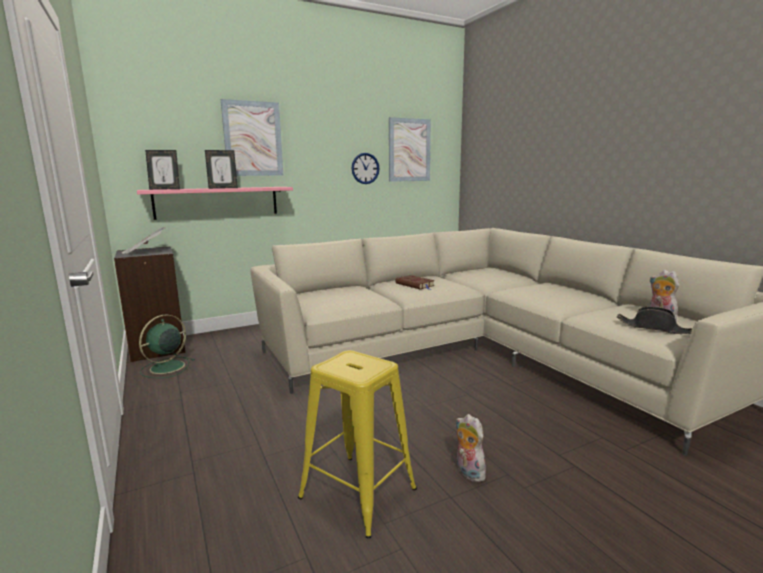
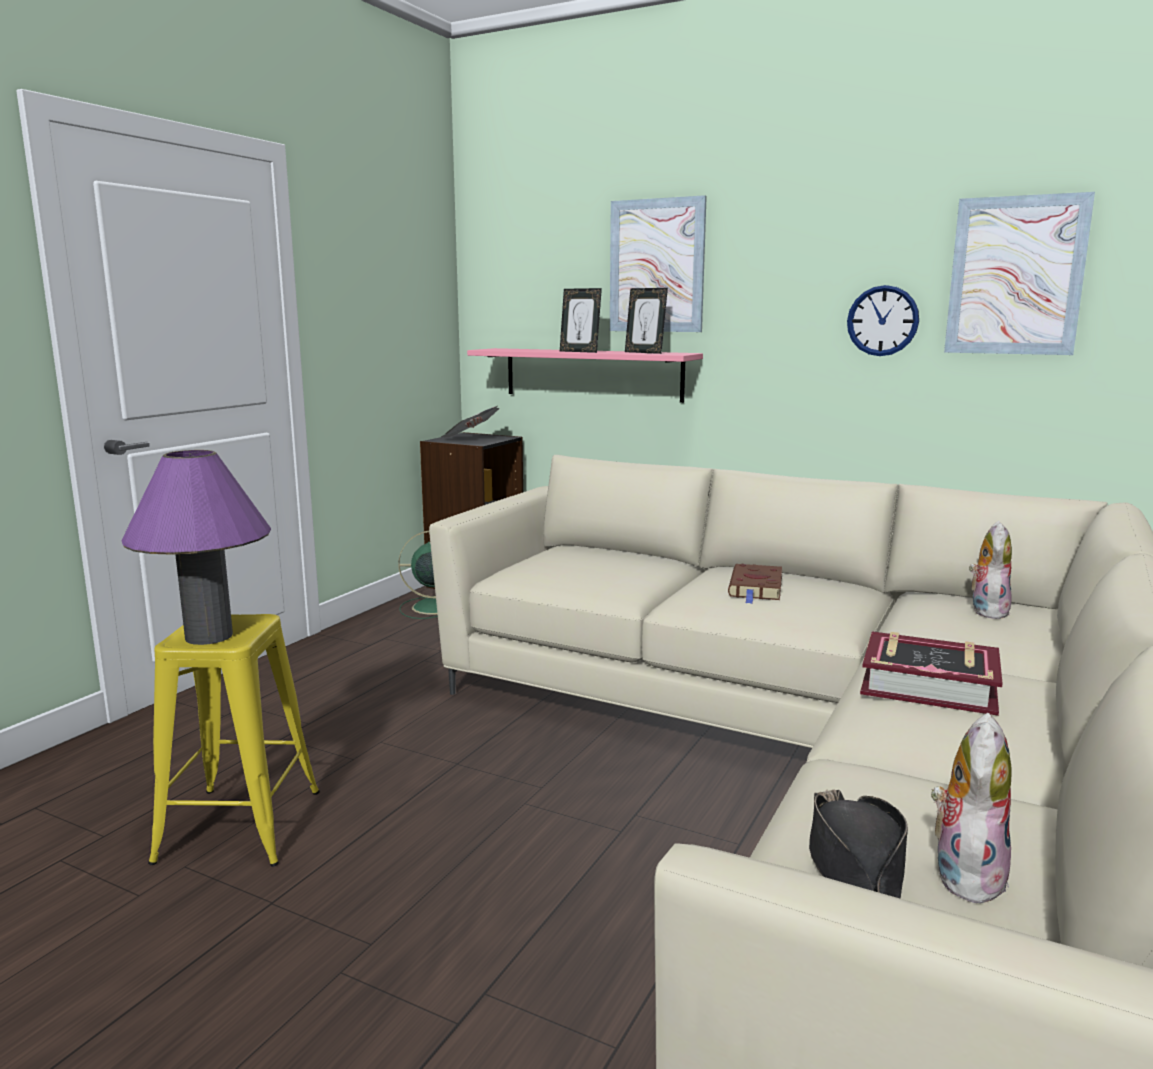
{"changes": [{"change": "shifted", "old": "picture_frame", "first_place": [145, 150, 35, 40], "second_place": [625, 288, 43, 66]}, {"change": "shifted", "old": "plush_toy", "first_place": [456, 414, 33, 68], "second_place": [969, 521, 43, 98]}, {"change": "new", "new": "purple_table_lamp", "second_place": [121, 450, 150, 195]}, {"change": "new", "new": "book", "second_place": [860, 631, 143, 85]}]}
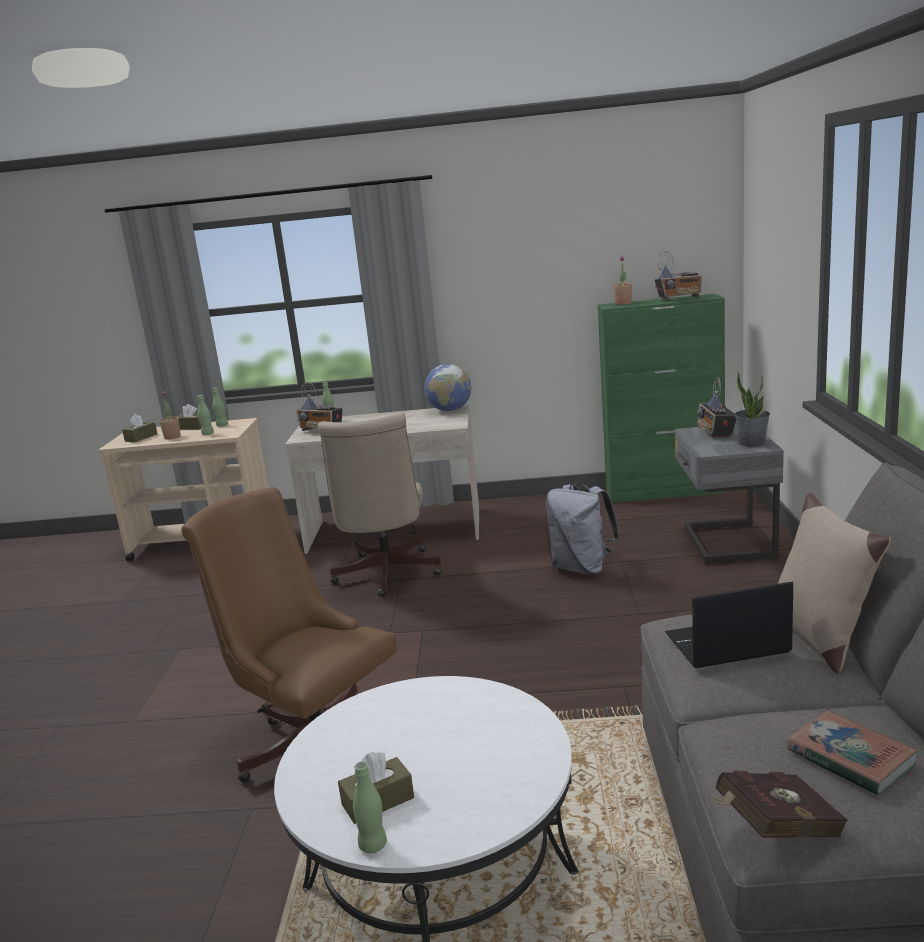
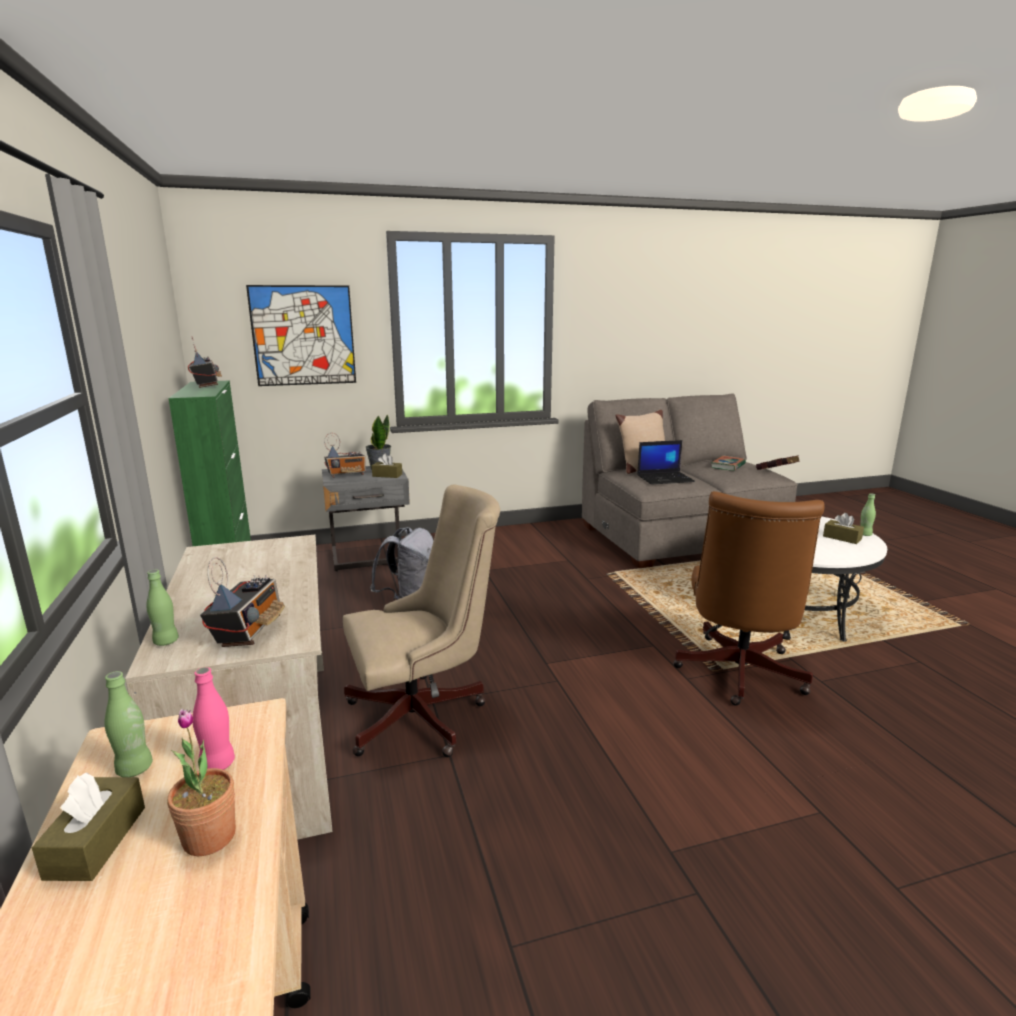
{"changes": [{"change": "gone", "old": "potted_plant", "first_place": [613, 256, 19, 49]}, {"change": "gone", "old": "globe", "first_place": [424, 364, 47, 47]}, {"change": "repainted", "old": "green_bottle", "new": "pink_bottle", "first_place": [198, 395, 16, 40], "second_place": [192, 667, 43, 103]}, {"change": "shifted", "old": "brown_tissue_box", "first_place": [122, 414, 35, 28], "second_place": [372, 453, 30, 25]}, {"change": "rotated", "old": "laptop", "first_place": [665, 581, 128, 87], "second_place": [637, 440, 58, 45], "degrees": -75}, {"change": "new", "new": "picture", "second_place": [246, 285, 110, 101]}]}
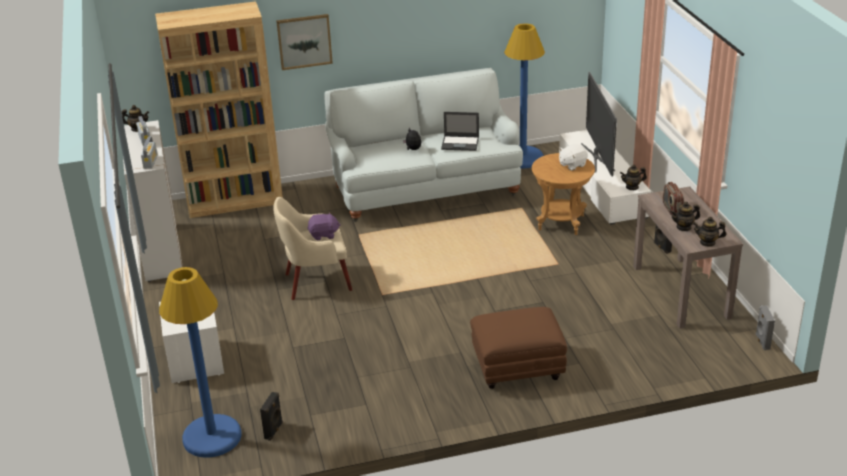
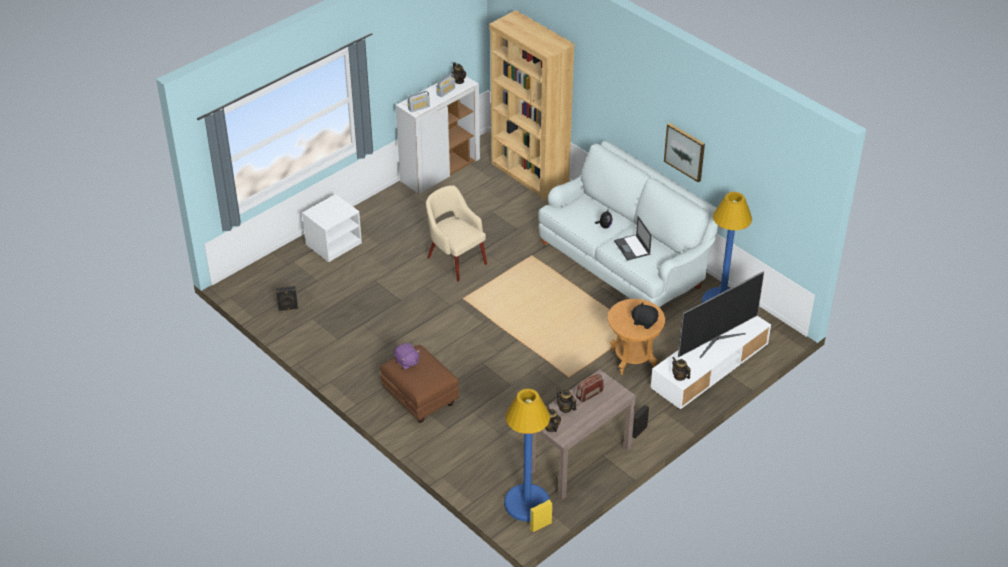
{"changes": [{"change": "shifted", "old": "picture", "first_place": [276, 14, 57, 56], "second_place": [664, 123, 41, 60]}, {"change": "repainted", "old": "white_plush_toy", "new": "black_plush_toy", "first_place": [559, 144, 29, 27], "second_place": [631, 302, 28, 27]}, {"change": "shifted", "old": "purple_plush_toy", "first_place": [307, 212, 34, 28], "second_place": [394, 343, 26, 27]}, {"change": "shifted", "old": "blue_floor_lamp", "first_place": [159, 267, 83, 191], "second_place": [504, 389, 46, 133]}, {"change": "repainted", "old": "grey_speaker", "new": "yellow_speaker", "first_place": [756, 305, 19, 45], "second_place": [530, 499, 22, 33]}]}
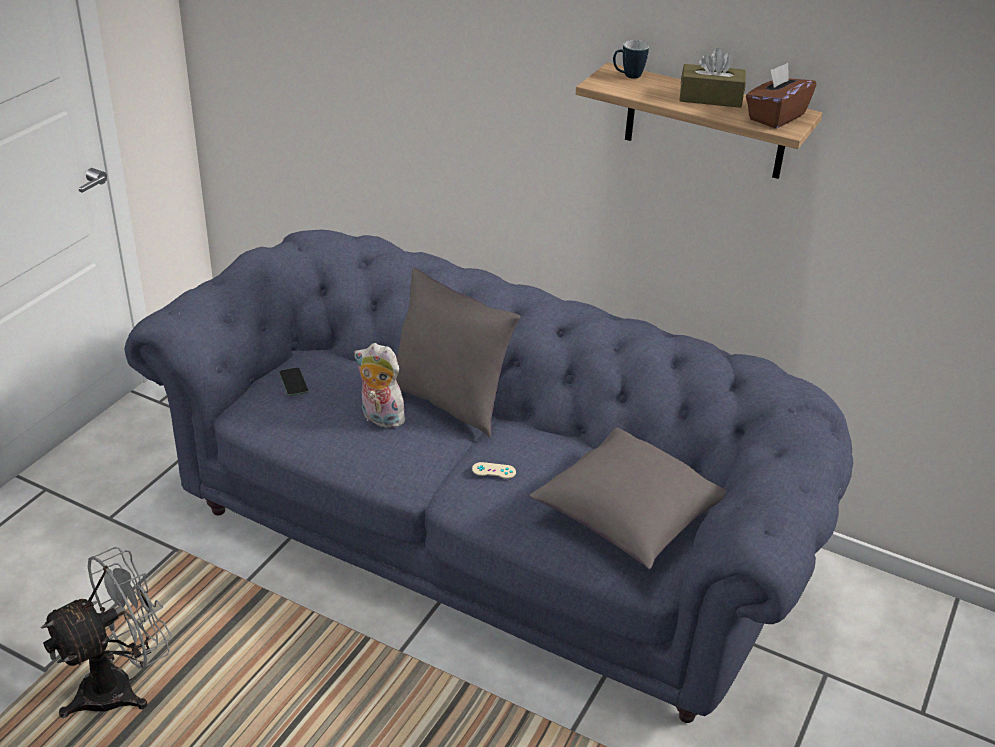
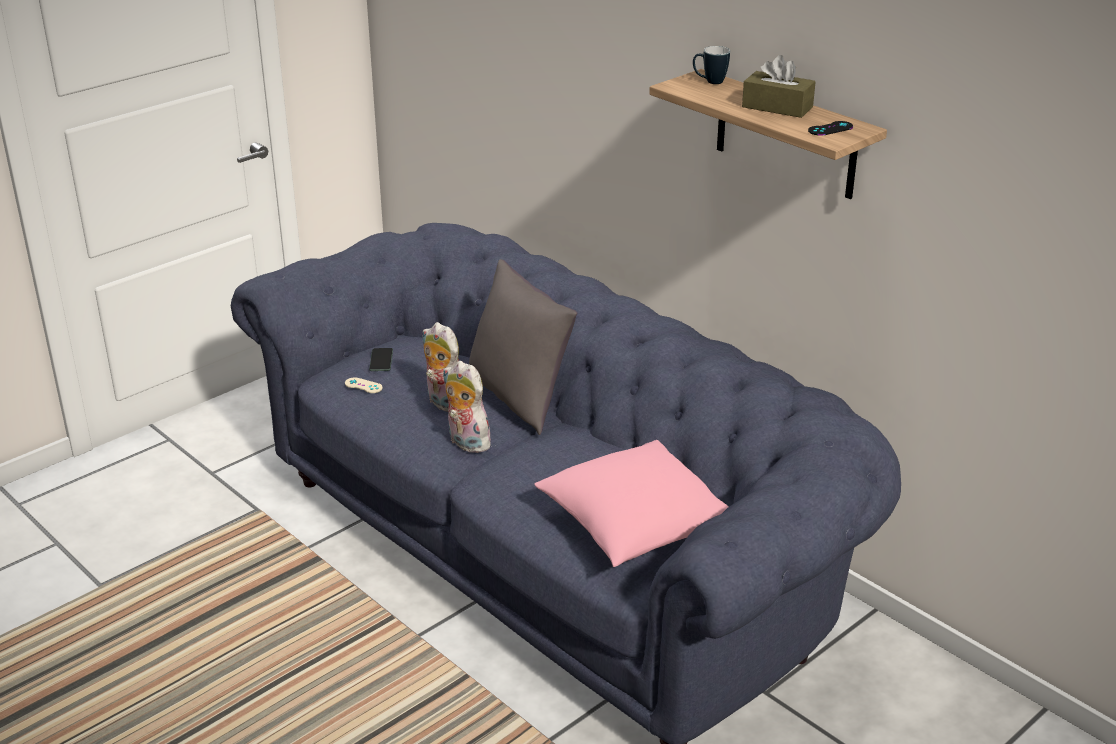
{"changes": [{"change": "swapped", "old": "brown_tissue_box", "new": "black_game_controller", "first_place": [746, 63, 70, 65], "second_place": [808, 121, 45, 15]}, {"change": "repainted", "old": "grey_pillow", "new": "pink_pillow", "first_place": [529, 427, 197, 142], "second_place": [534, 440, 195, 127]}, {"change": "shifted", "old": "beige_game_controller", "first_place": [472, 462, 44, 17], "second_place": [345, 377, 38, 16]}, {"change": "gone", "old": "grey_fan", "first_place": [41, 547, 131, 171]}, {"change": "new", "new": "plush_toy", "second_place": [443, 361, 48, 92]}]}
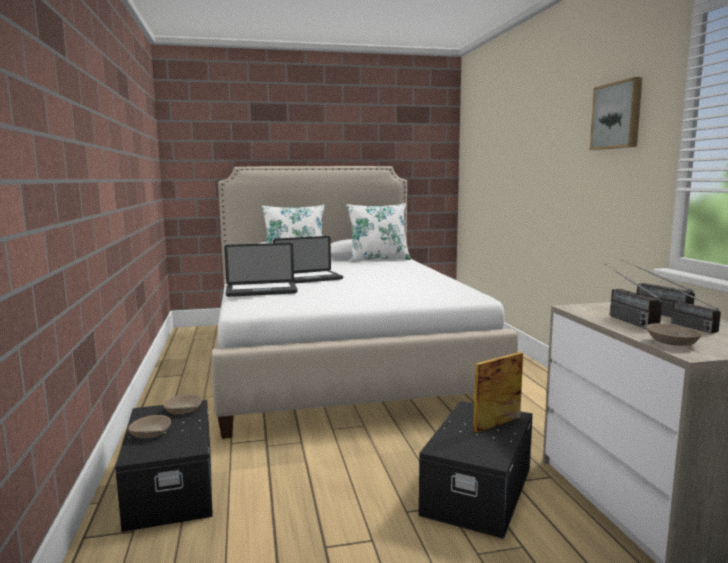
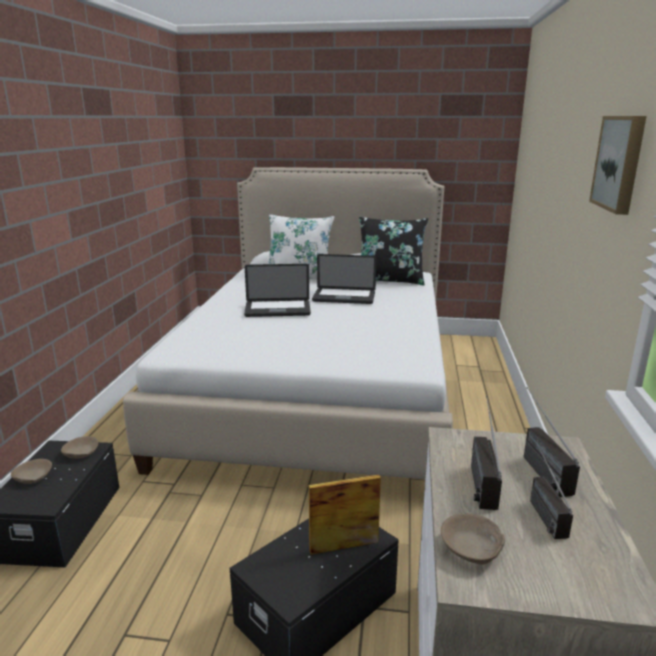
{"changes": [{"change": "repainted", "old": "white_pillow", "new": "black_pillow", "first_place": [346, 203, 65, 59], "second_place": [359, 217, 69, 68]}, {"change": "shifted", "old": "laptop", "first_place": [224, 243, 74, 54], "second_place": [312, 254, 64, 50]}]}
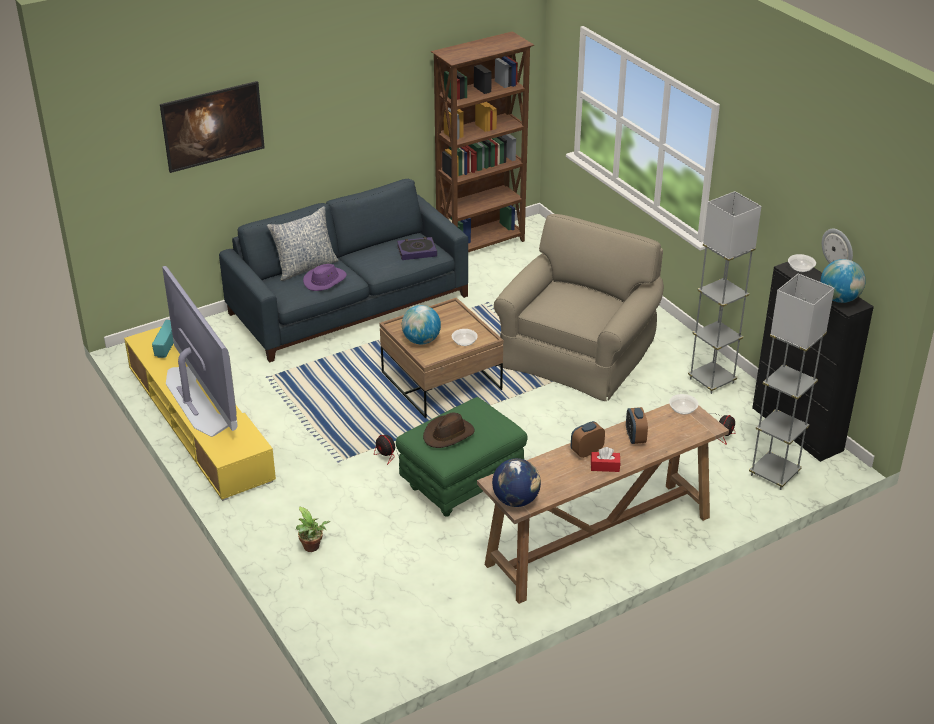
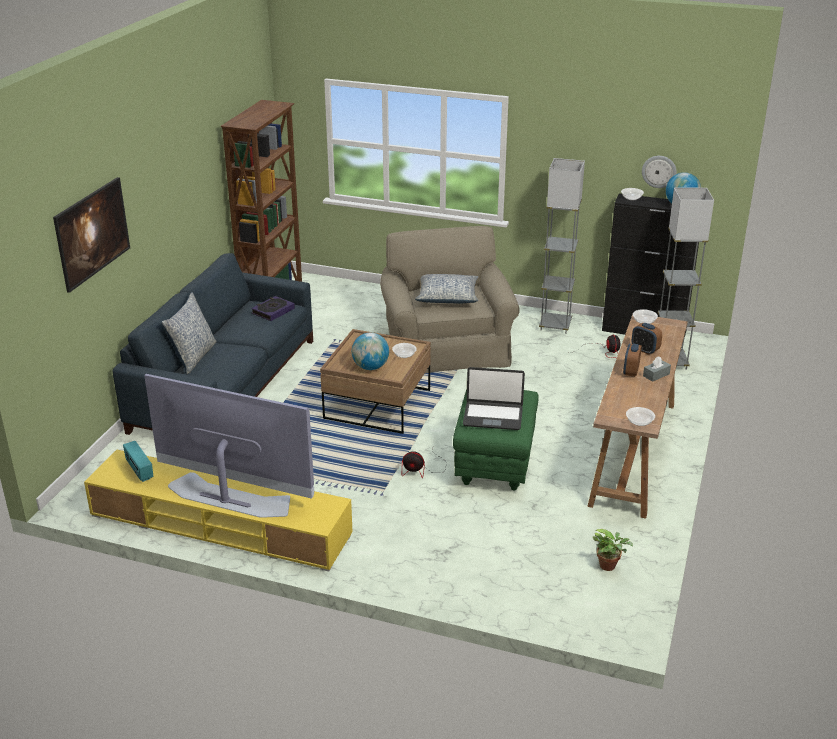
{"changes": [{"change": "gone", "old": "purple_hat", "first_place": [303, 264, 44, 27]}, {"change": "swapped", "old": "brown_hat", "new": "laptop", "first_place": [423, 413, 51, 35], "second_place": [463, 367, 62, 63]}, {"change": "repainted", "old": "red_tissue_box", "new": "grey_tissue_box", "first_place": [591, 447, 29, 25], "second_place": [643, 356, 28, 26]}, {"change": "swapped", "old": "globe", "new": "bowl", "first_place": [492, 458, 49, 49], "second_place": [626, 407, 29, 19]}, {"change": "shifted", "old": "potted_plant", "first_place": [296, 507, 34, 45], "second_place": [593, 529, 40, 42]}, {"change": "new", "new": "pillow", "second_place": [415, 274, 64, 30]}]}
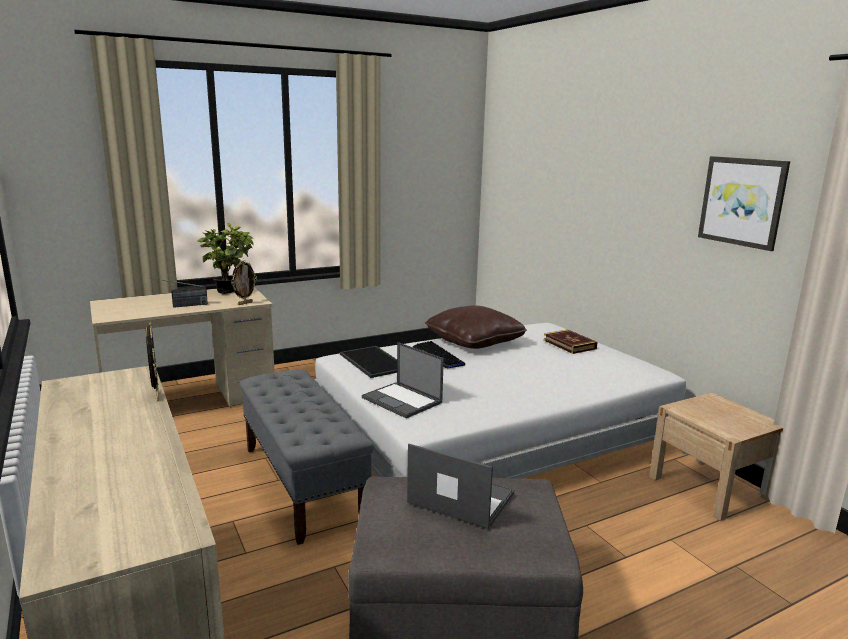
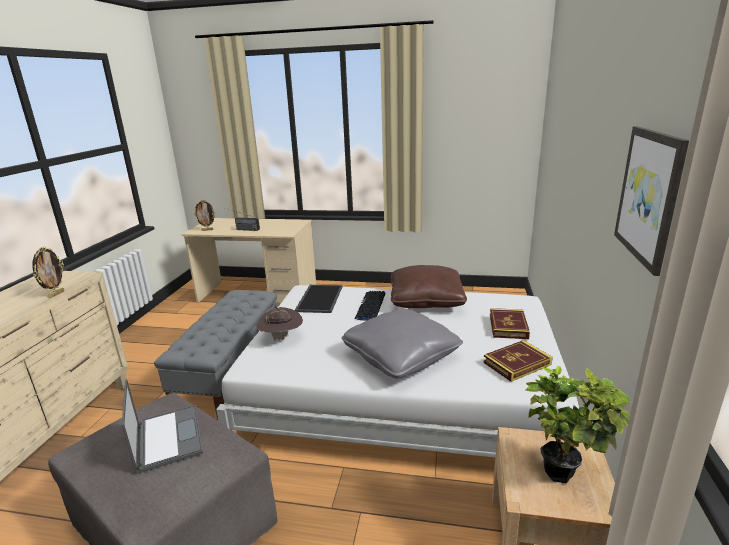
{"changes": [{"change": "shifted", "old": "potted_plant", "first_place": [198, 222, 56, 72], "second_place": [526, 366, 104, 118]}, {"change": "shifted", "old": "picture_frame", "first_place": [231, 260, 26, 45], "second_place": [194, 200, 21, 31]}, {"change": "swapped", "old": "laptop", "new": "brown_hat", "first_place": [362, 342, 82, 76], "second_place": [256, 307, 47, 34]}, {"change": "new", "new": "grey_pillow", "second_place": [342, 308, 121, 70]}, {"change": "new", "new": "book", "second_place": [483, 340, 70, 42]}]}
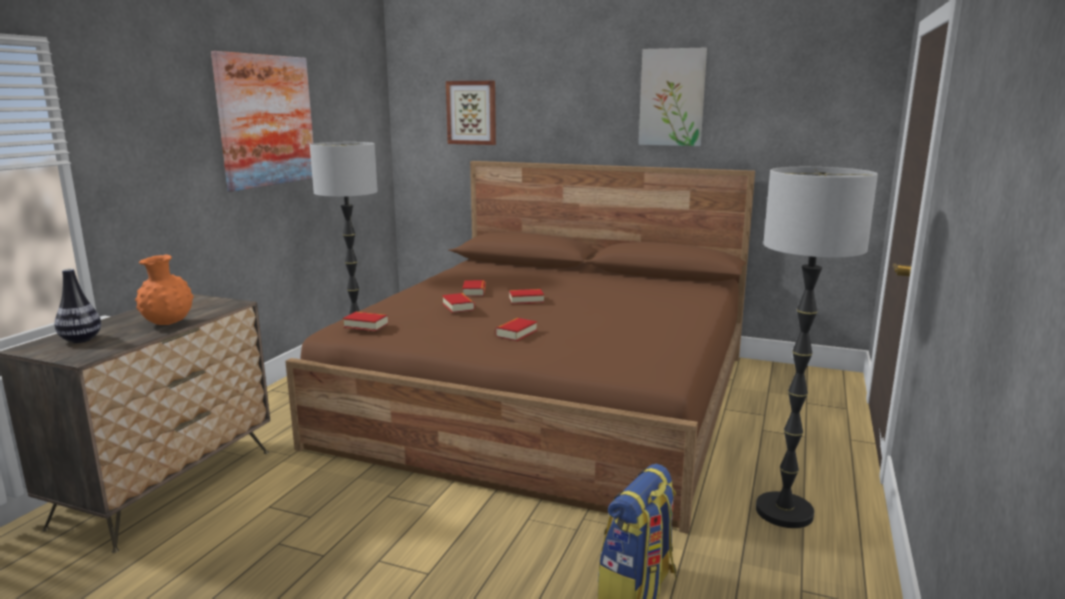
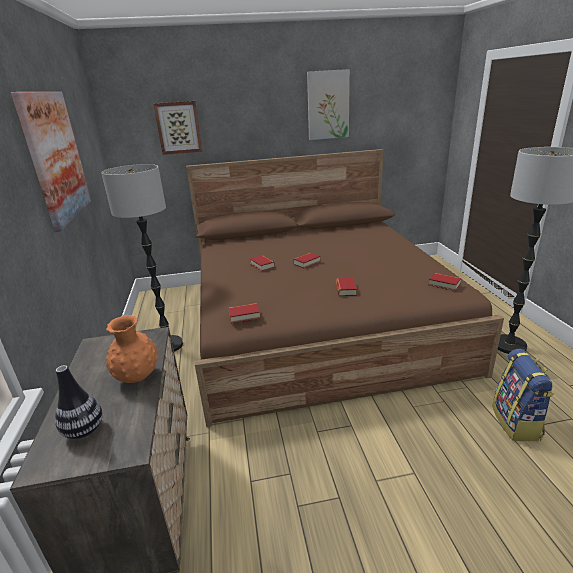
{"changes": [{"change": "shifted", "old": "book", "first_place": [442, 293, 33, 20], "second_place": [429, 273, 32, 18]}]}
